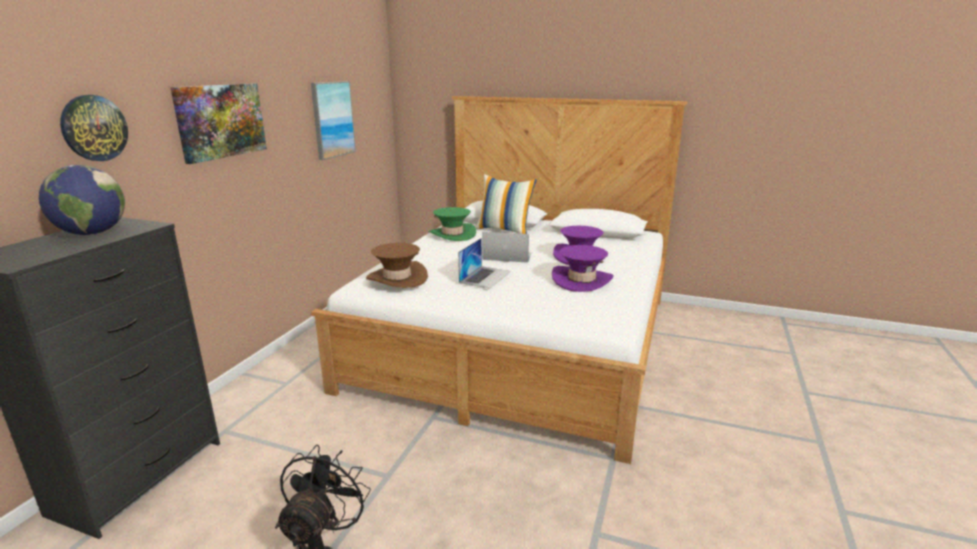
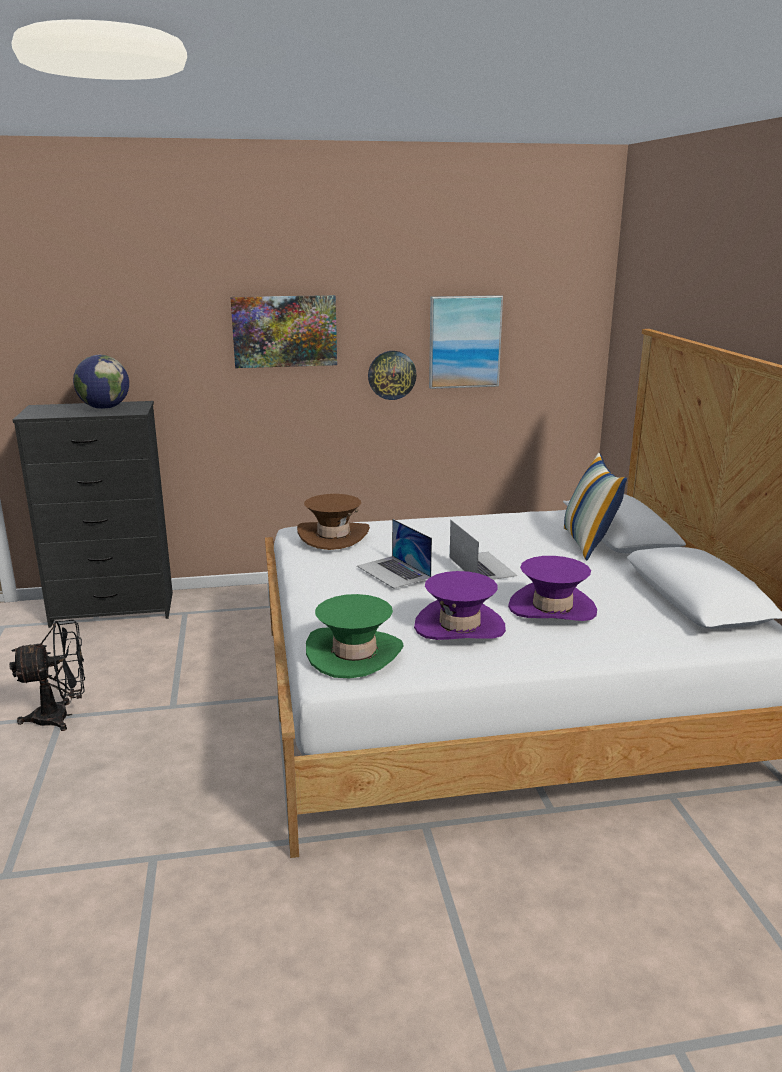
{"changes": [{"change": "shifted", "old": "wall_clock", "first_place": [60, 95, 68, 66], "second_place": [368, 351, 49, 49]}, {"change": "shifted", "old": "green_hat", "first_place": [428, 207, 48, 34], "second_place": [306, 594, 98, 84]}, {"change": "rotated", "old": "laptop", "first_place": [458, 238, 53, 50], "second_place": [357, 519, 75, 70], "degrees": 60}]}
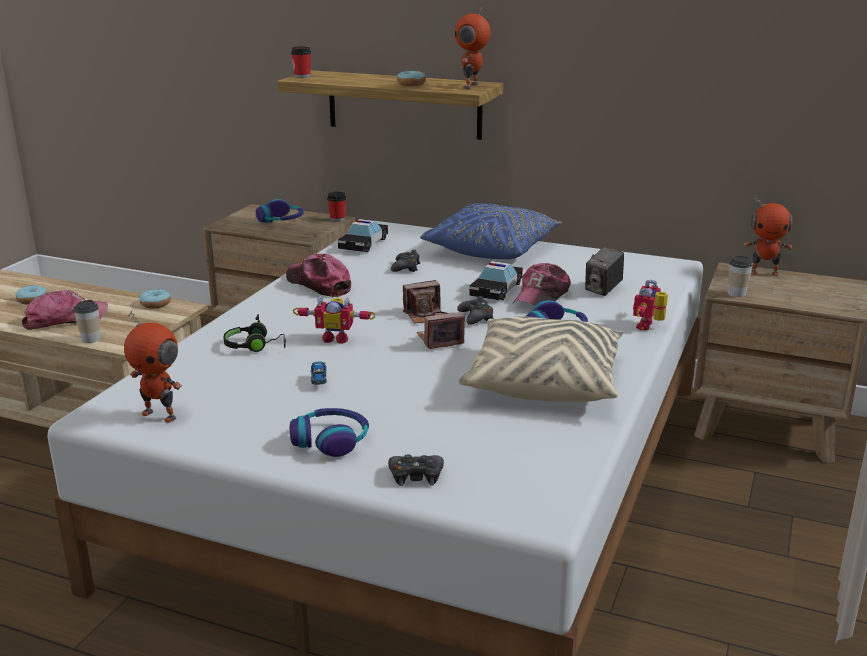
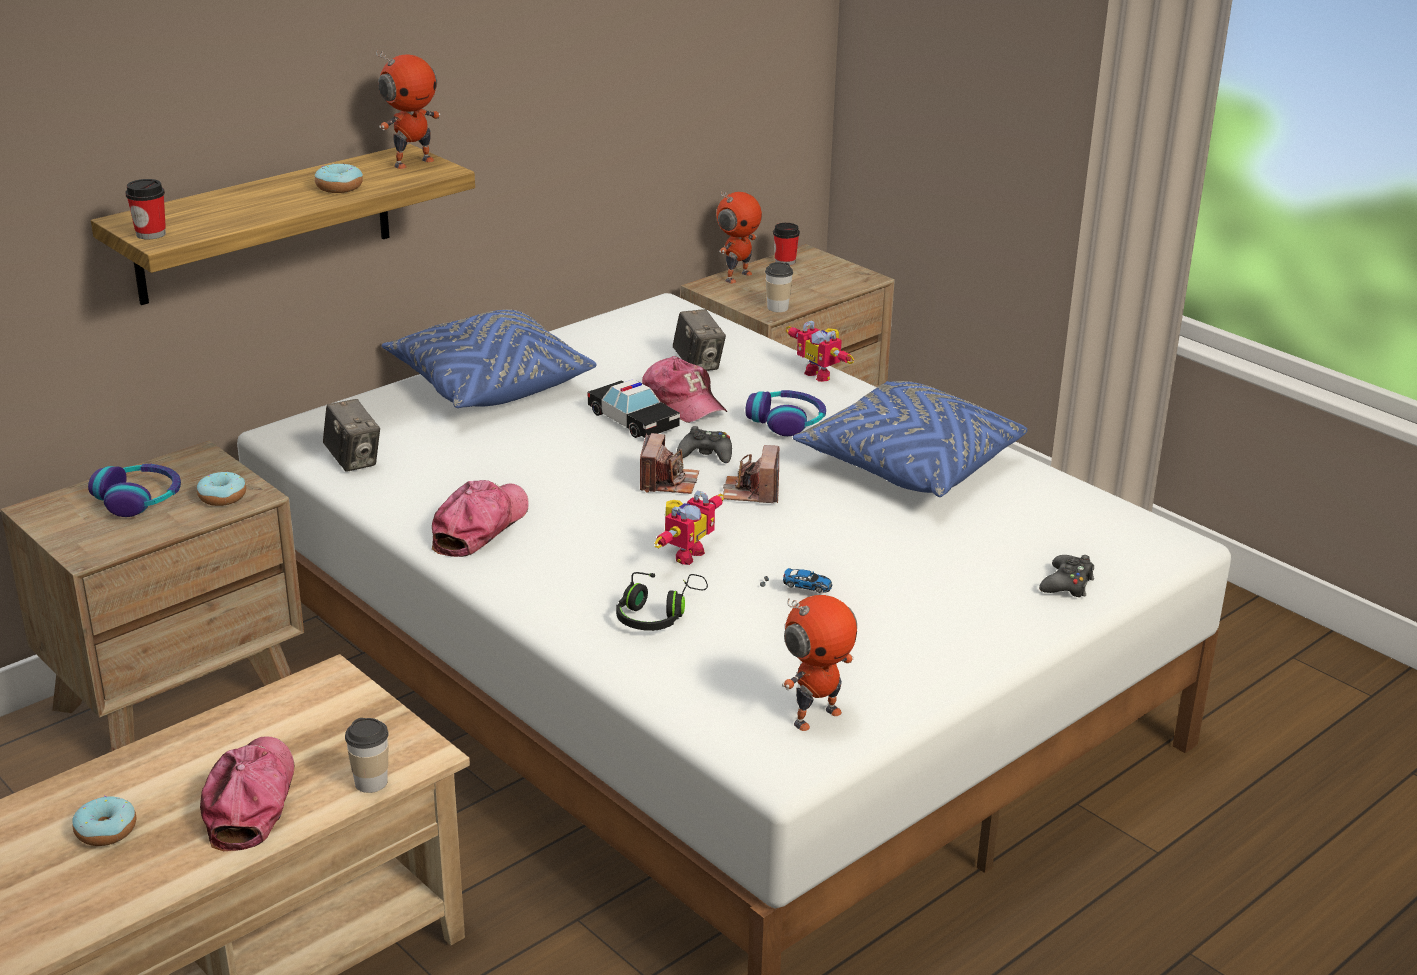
{"changes": [{"change": "rotated", "old": "toy_robot", "first_place": [455, 6, 36, 83], "second_place": [376, 50, 64, 119], "degrees": -90}, {"change": "shifted", "old": "cup", "first_place": [327, 192, 19, 30], "second_place": [773, 223, 27, 42]}, {"change": "swapped", "old": "toy_car", "new": "photo_camera", "first_place": [338, 219, 50, 33], "second_place": [323, 399, 57, 73]}, {"change": "gone", "old": "black_game_controller", "first_place": [391, 250, 30, 22]}, {"change": "rotated", "old": "cap", "first_place": [286, 254, 65, 43], "second_place": [432, 480, 97, 77], "degrees": 135}, {"change": "shifted", "old": "donut", "first_place": [140, 289, 31, 20], "second_place": [197, 471, 49, 35]}, {"change": "repainted", "old": "beige_pillow", "new": "blue_pillow", "first_place": [459, 316, 164, 86], "second_place": [793, 381, 234, 116]}, {"change": "gone", "old": "headphones", "first_place": [290, 408, 79, 49]}]}
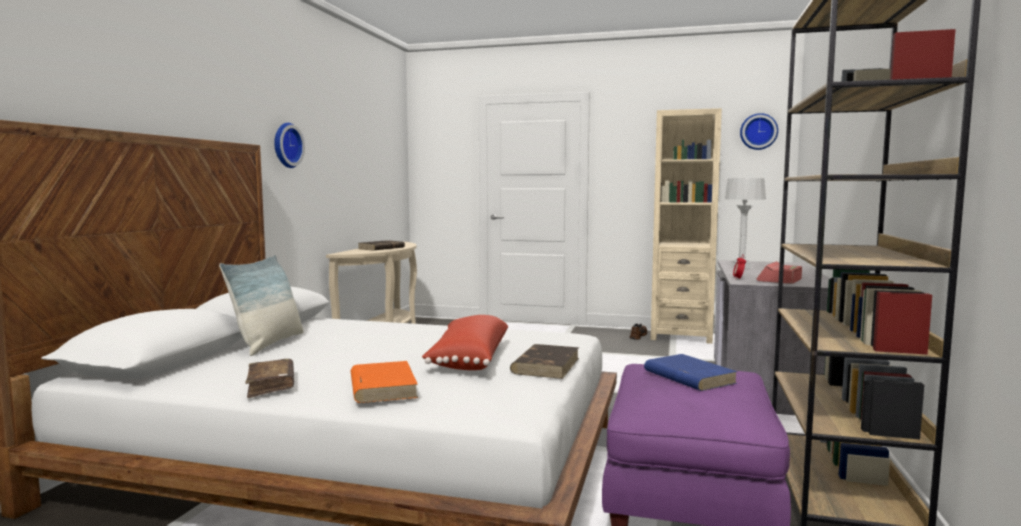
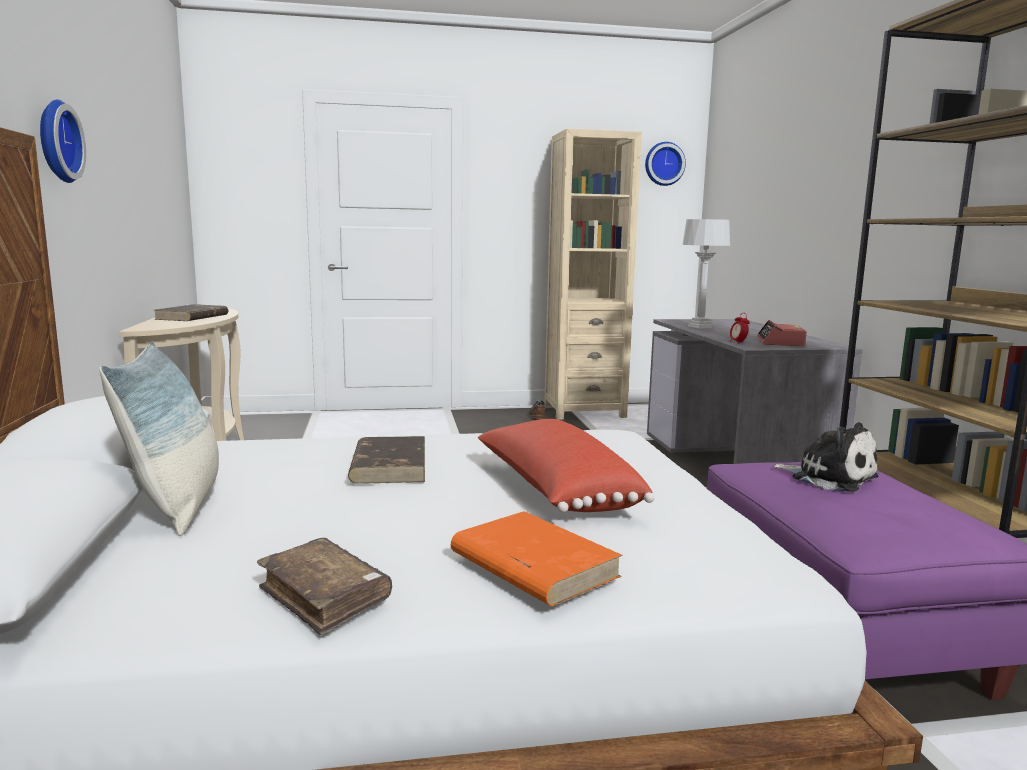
{"changes": [{"change": "shifted", "old": "brown_book", "first_place": [510, 344, 69, 35], "second_place": [348, 436, 77, 48]}, {"change": "swapped", "old": "blue_book", "new": "plush_toy", "first_place": [644, 354, 94, 37], "second_place": [772, 422, 106, 70]}]}
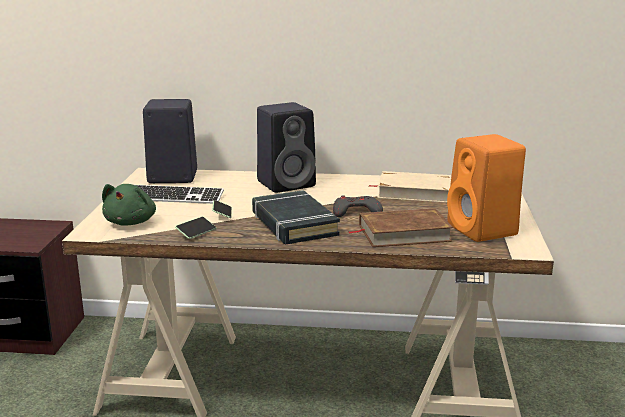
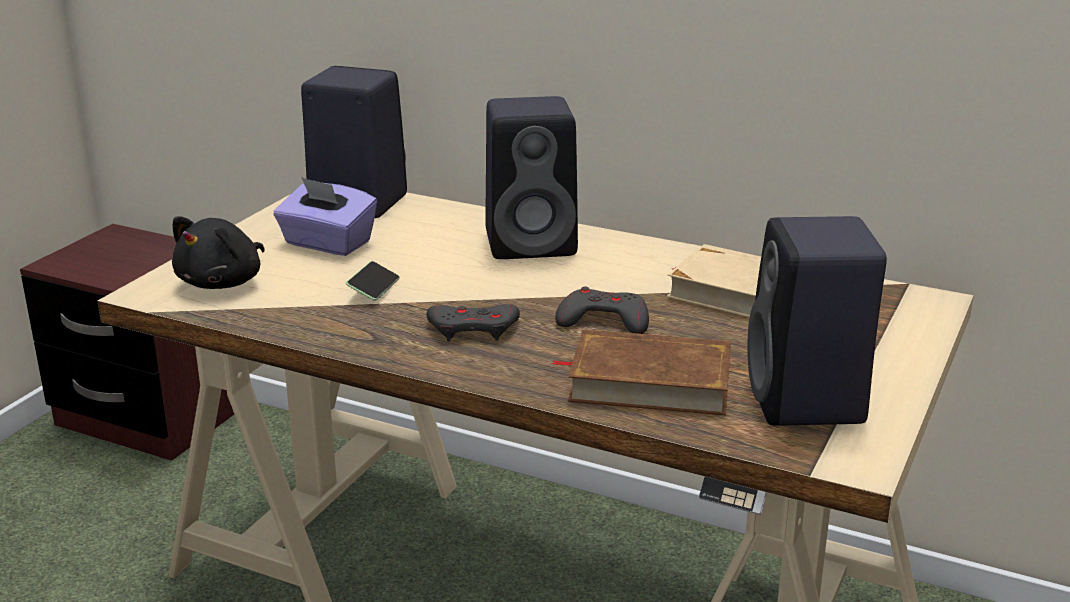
{"changes": [{"change": "repainted", "old": "orange_speaker", "new": "black_speaker", "first_place": [447, 134, 79, 108], "second_place": [747, 216, 140, 210]}, {"change": "repainted", "old": "green_plush_toy", "new": "black_plush_toy", "first_place": [102, 184, 54, 42], "second_place": [172, 216, 93, 73]}, {"change": "swapped", "old": "keyboard", "new": "purple_tissue_box", "first_place": [135, 185, 89, 19], "second_place": [274, 177, 103, 79]}, {"change": "swapped", "old": "black_book", "new": "grey_game_controller", "first_place": [252, 190, 88, 54], "second_place": [427, 304, 93, 37]}, {"change": "gone", "old": "phone", "first_place": [175, 217, 41, 22]}]}
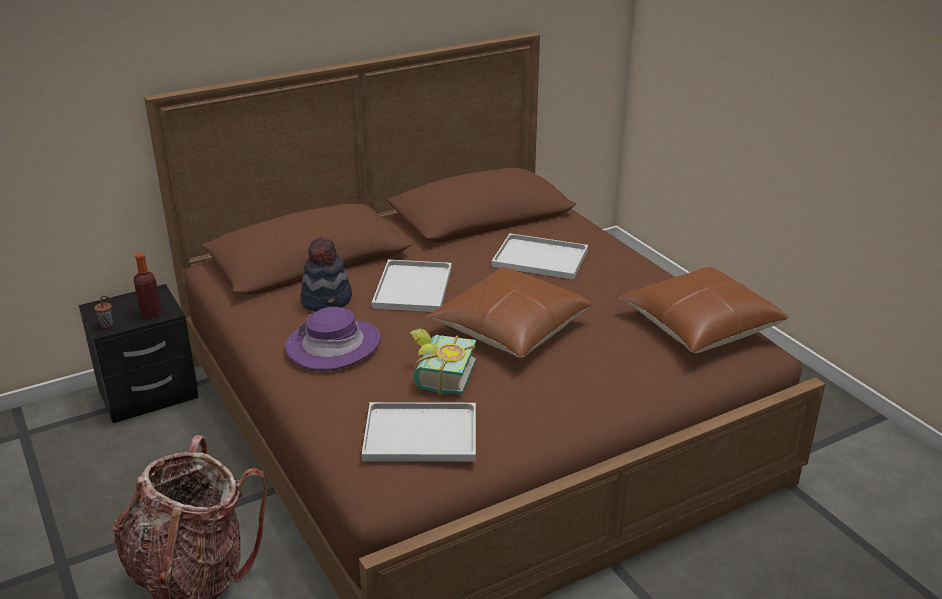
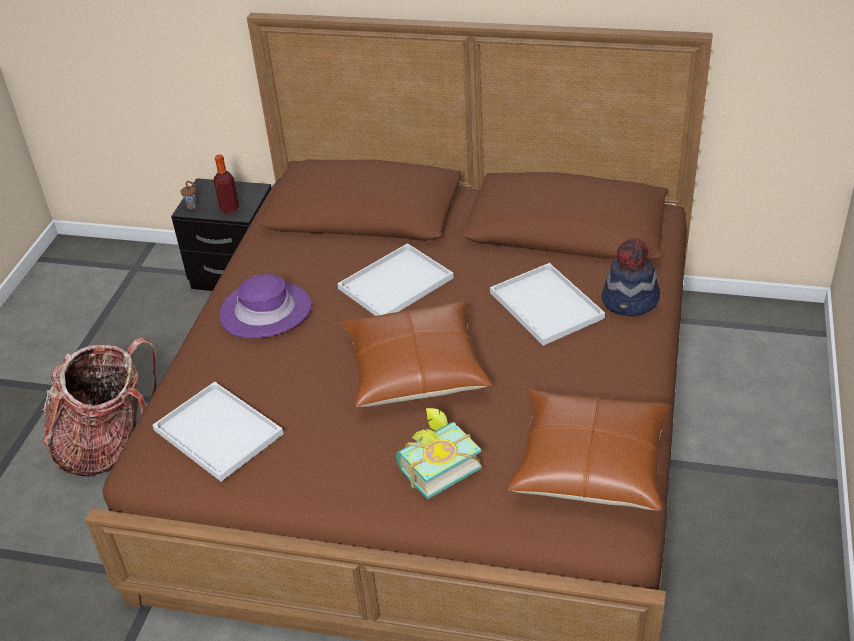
{"changes": [{"change": "shifted", "old": "hat", "first_place": [301, 236, 51, 76], "second_place": [602, 238, 58, 79]}, {"change": "shifted", "old": "book", "first_place": [410, 329, 66, 67], "second_place": [396, 408, 86, 91]}]}
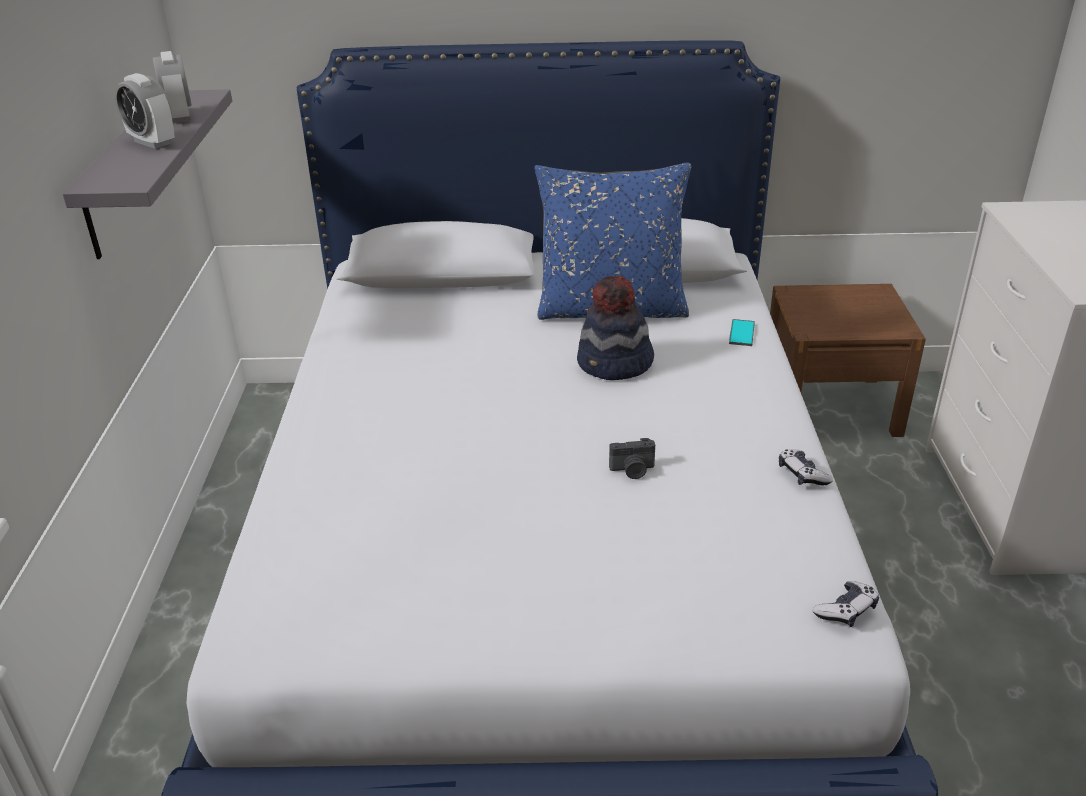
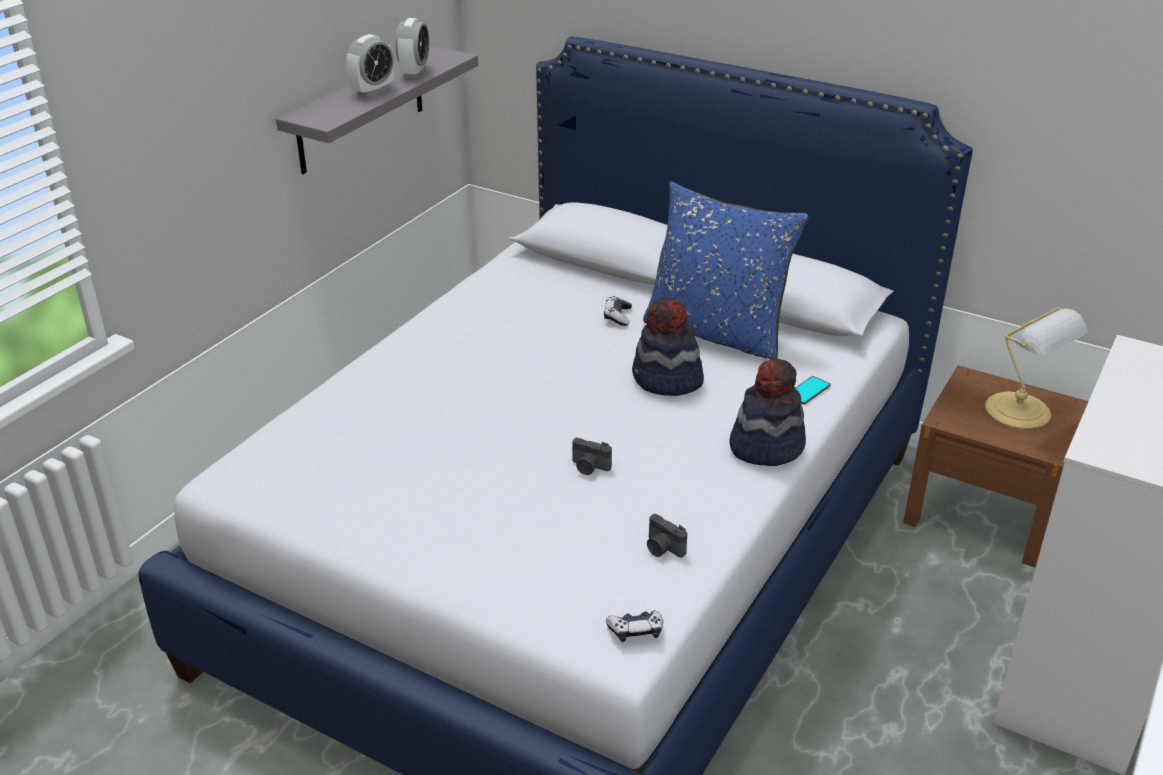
{"changes": [{"change": "rotated", "old": "alarm_clock", "first_place": [115, 73, 60, 76], "second_place": [346, 34, 48, 63], "degrees": -120}, {"change": "shifted", "old": "game_controller", "first_place": [779, 449, 54, 37], "second_place": [604, 296, 28, 30]}, {"change": "new", "new": "table_lamp", "second_place": [985, 308, 103, 121]}, {"change": "new", "new": "hat", "second_place": [729, 359, 77, 107]}, {"change": "new", "new": "photo_camera", "second_place": [647, 514, 40, 43]}]}
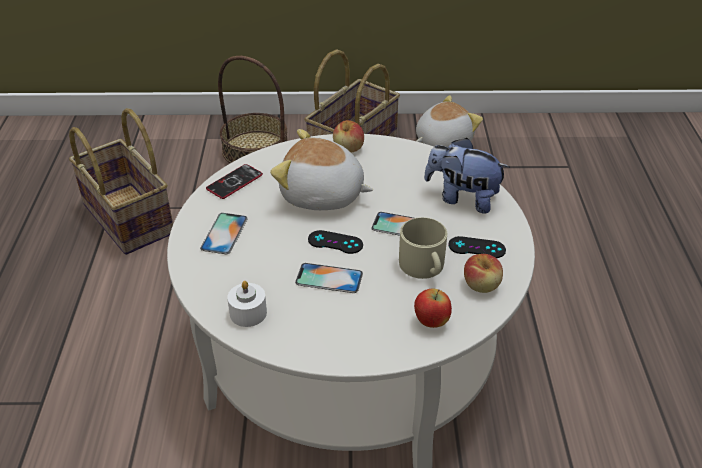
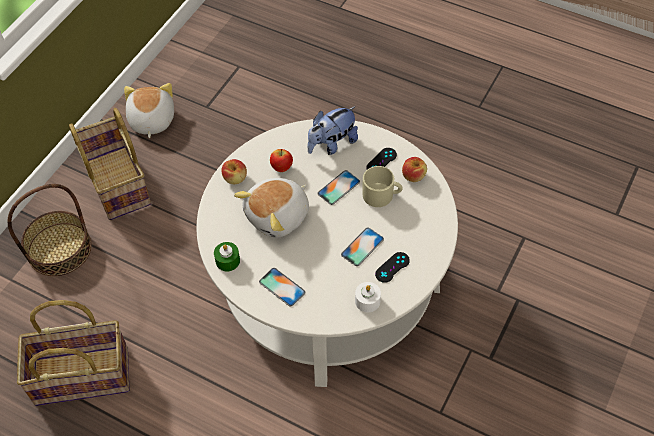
{"changes": [{"change": "swapped", "old": "phone", "new": "green_candle", "first_place": [206, 164, 57, 35], "second_place": [214, 242, 26, 30]}, {"change": "shifted", "old": "black_game_controller", "first_place": [308, 230, 55, 24], "second_place": [375, 252, 35, 31]}, {"change": "shifted", "old": "apple", "first_place": [414, 289, 38, 39], "second_place": [270, 149, 23, 23]}]}
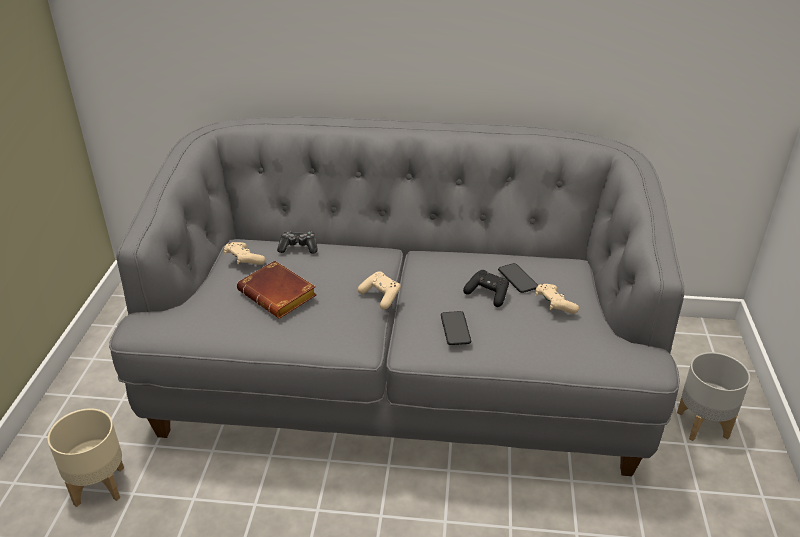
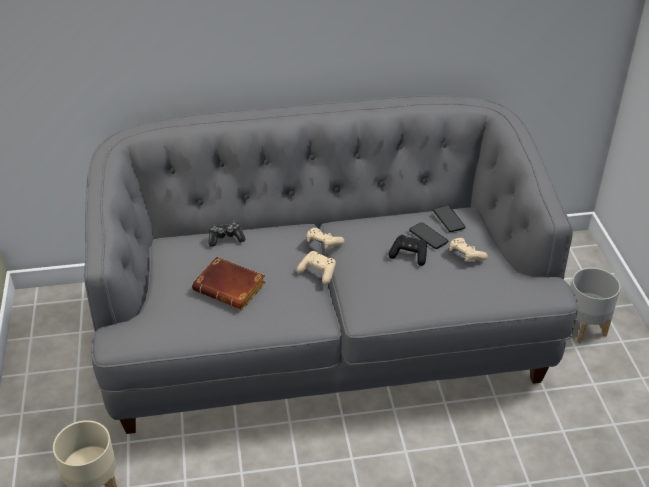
{"changes": [{"change": "shifted", "old": "beige_game_controller", "first_place": [224, 242, 42, 23], "second_place": [307, 227, 37, 22]}, {"change": "shifted", "old": "phone", "first_place": [441, 311, 30, 34], "second_place": [433, 206, 33, 26]}]}
